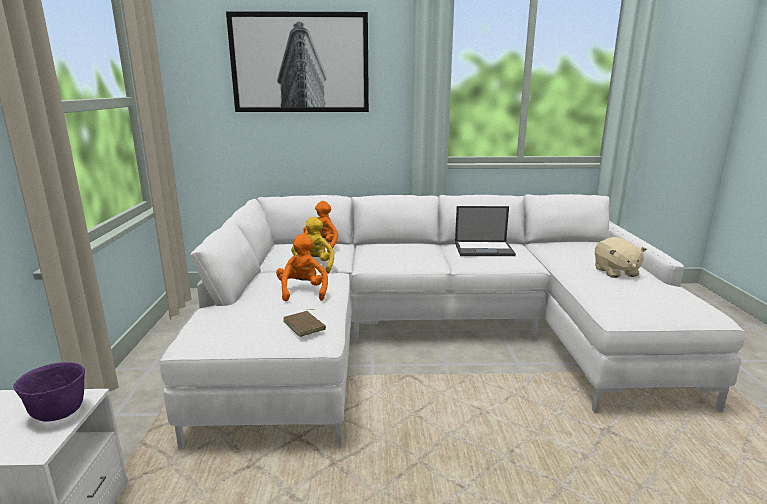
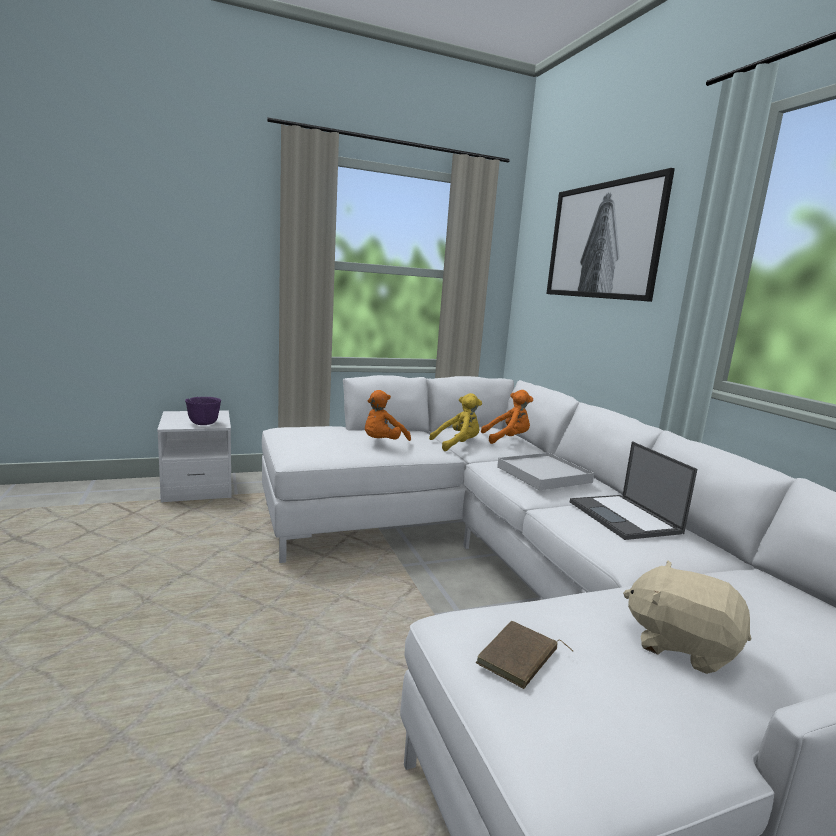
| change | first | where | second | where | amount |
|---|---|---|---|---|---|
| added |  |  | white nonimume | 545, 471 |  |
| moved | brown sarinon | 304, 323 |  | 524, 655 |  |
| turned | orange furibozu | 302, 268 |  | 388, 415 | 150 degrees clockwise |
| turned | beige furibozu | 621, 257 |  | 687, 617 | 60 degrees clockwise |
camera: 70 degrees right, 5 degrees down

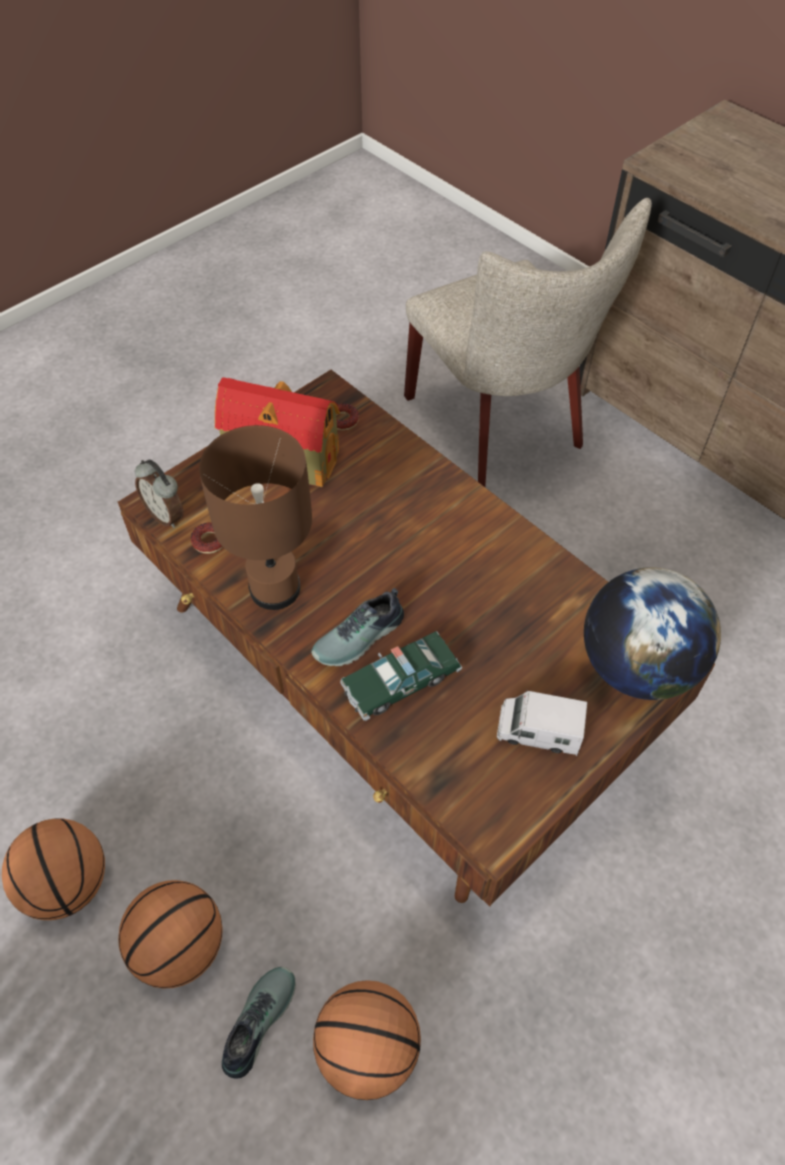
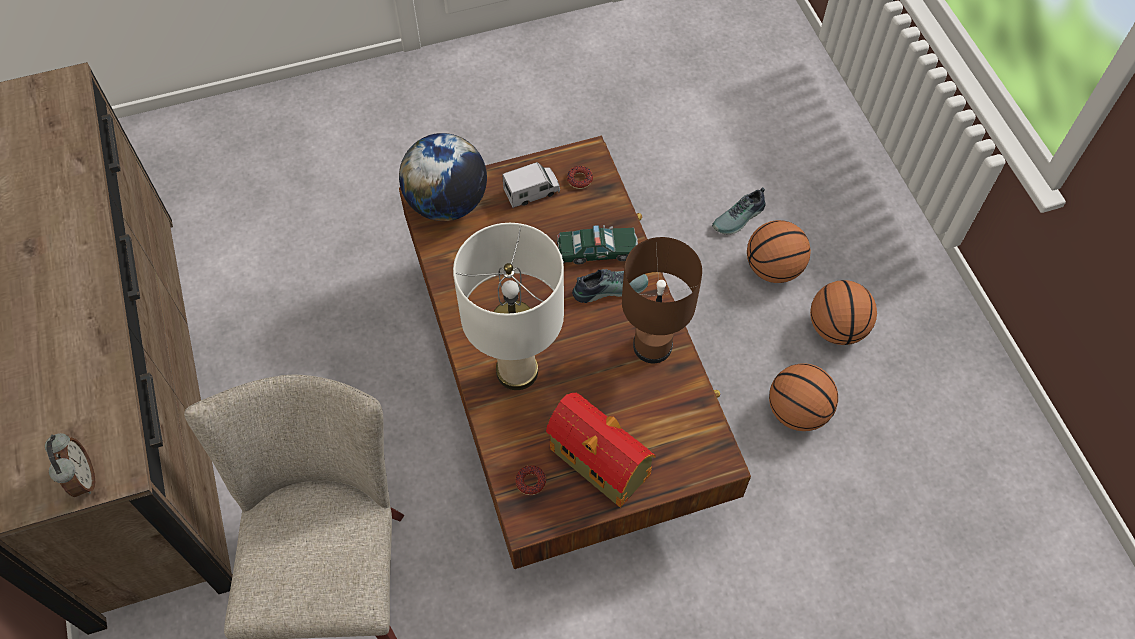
| change | first | where | second | where | amount |
|---|---|---|---|---|---|
| added |  |  | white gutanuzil | 508, 306 |  |
| moved | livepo | 159, 494 |  | 70, 465 |  |
| moved | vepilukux | 207, 538 |  | 580, 177 |  |
| moved | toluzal | 367, 1040 |  | 803, 397 |  |
| turned | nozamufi | 542, 723 |  | 531, 185 | 60 degrees counterclockwise |
camera: 155 degrees left, 5 degrees up

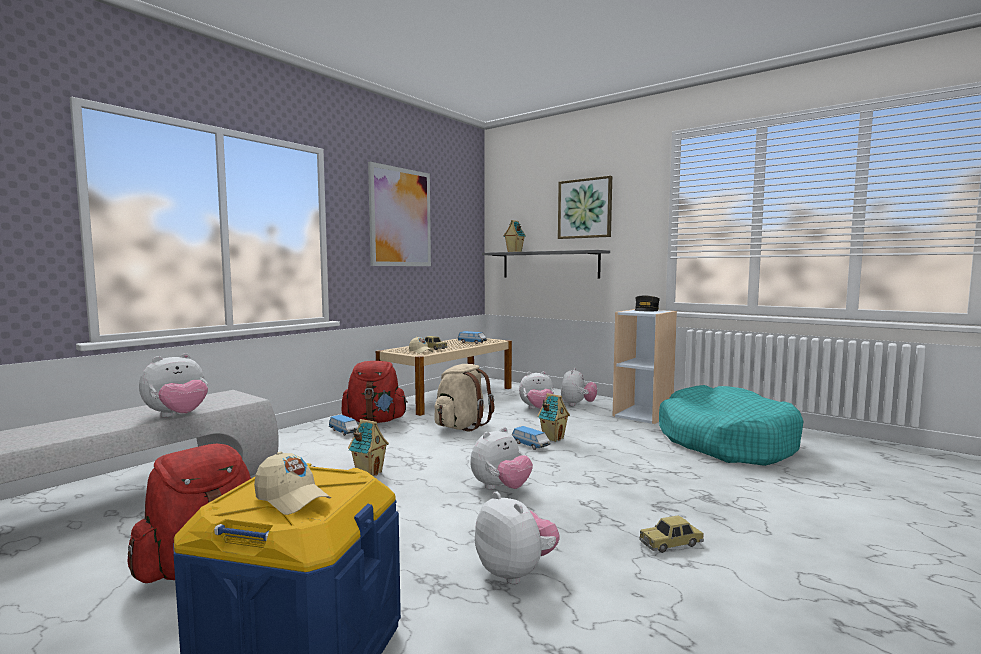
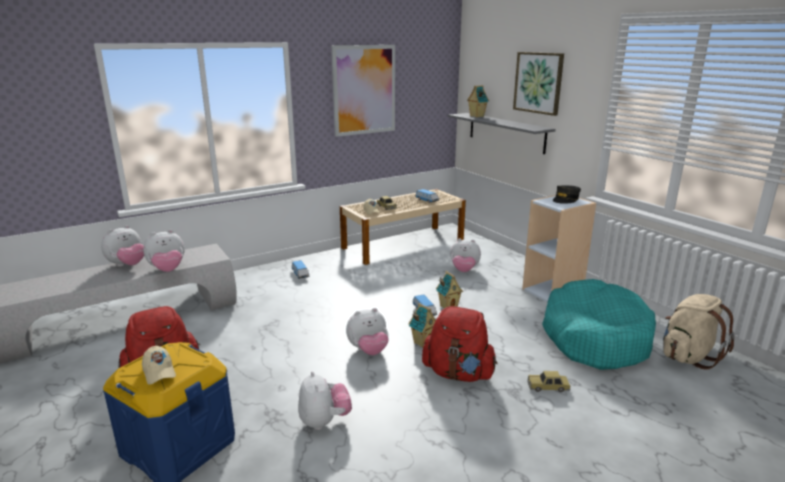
| change | first | where | second | where | amount |
|---|---|---|---|---|---|
| moved | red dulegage | 375, 392 |  | 460, 344 |  |
| moved | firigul | 368, 447 |  | 422, 325 |  |
| moved | beige dulegage | 464, 397 |  | 699, 332 |  |
| moved | furibozu | 579, 387 |  | 122, 246 |  |
| moved | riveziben | 671, 534 |  | 549, 381 |  |
camera: 20 degrees right, 15 degrees up

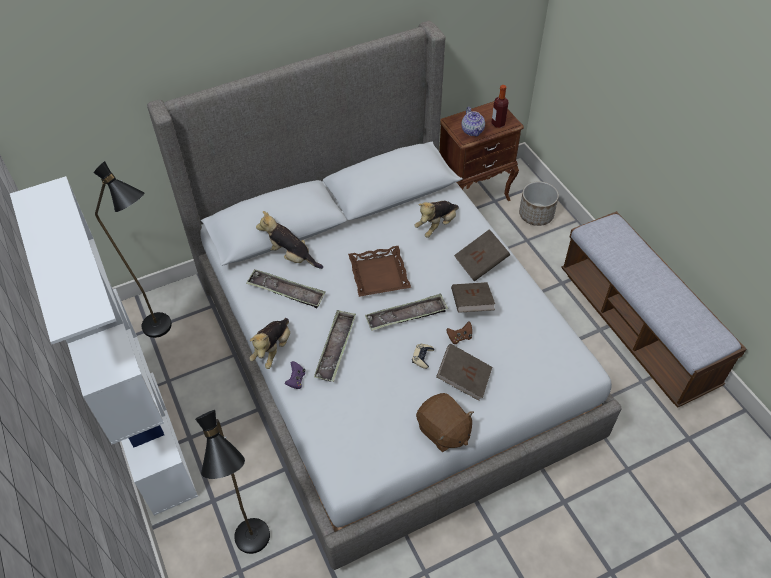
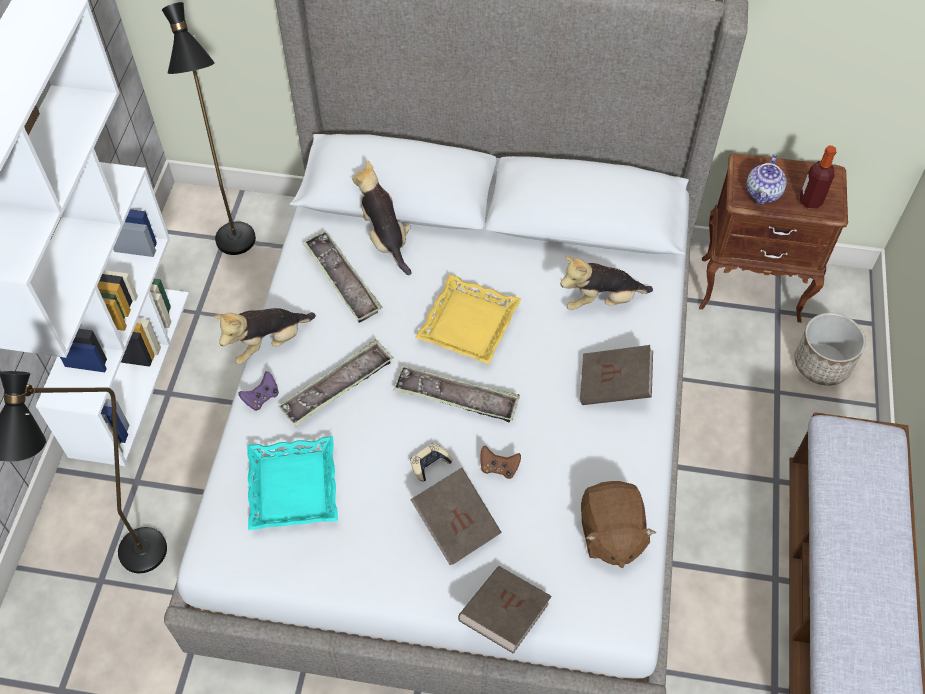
| change | first | where | second | where | amount |
|---|---|---|---|---|---|
| added |  |  | turquoise nonimume | 292, 483 |  |
| moved | brown furibozu | 445, 422 |  | 618, 524 |  |
| moved | brown sarinon | 473, 297 |  | 505, 610 |  |
| recoloured | brown nonimume | 379, 271 | yellow nonimume | 468, 319 |  |
camera: 35 degrees right, 5 degrees up

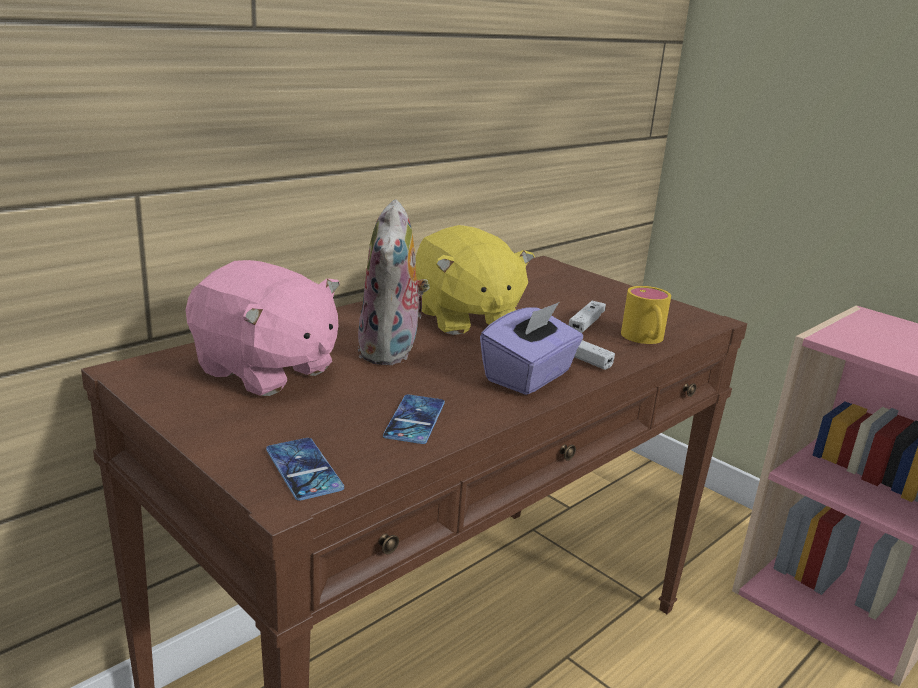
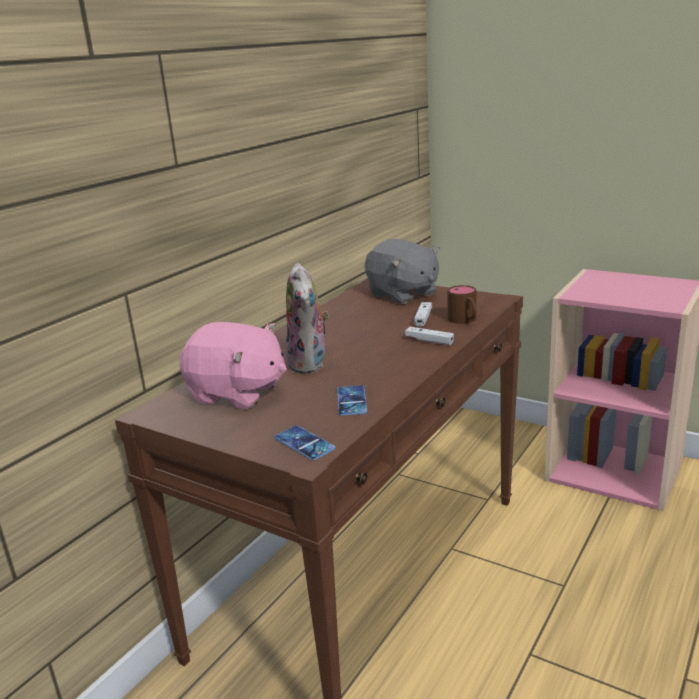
| change | first | where | second | where | amount |
|---|---|---|---|---|---|
| removed | yellow furibozu | 475, 280 |  |  |  |
| removed | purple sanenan | 531, 348 |  |  |  |
| added |  |  | grey furibozu | 402, 271 |  |
| recoloured | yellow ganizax | 646, 315 | brown ganizax | 461, 304 |  |
camera: 10 degrees left, 0 degrees up

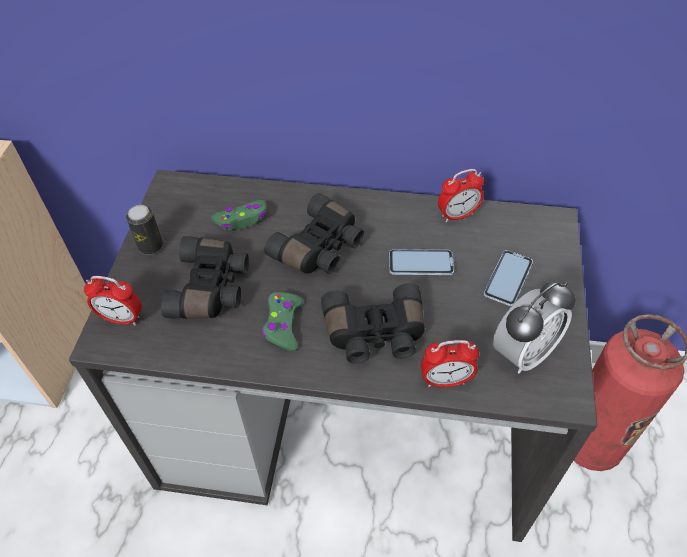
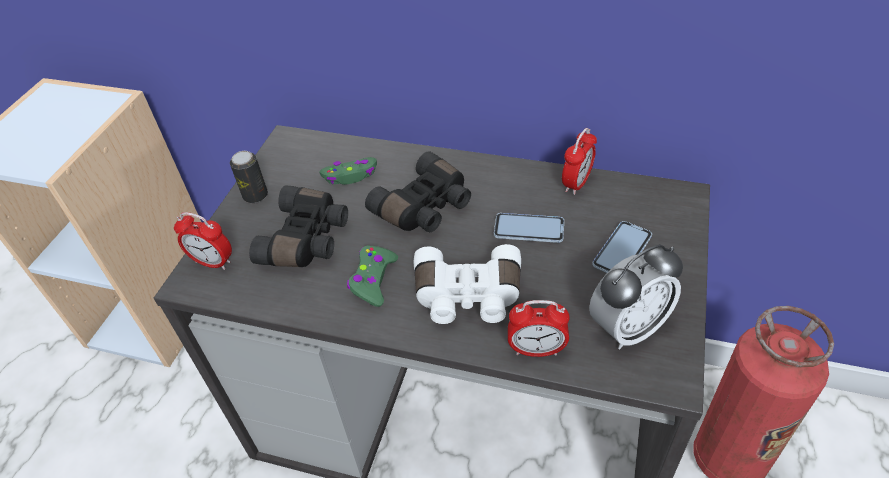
| change | first | where | second | where | amount |
|---|---|---|---|---|---|
| recoloured | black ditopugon | 373, 323 | white ditopugon | 467, 284 |  |
| turned | livepo | 461, 195 |  | 579, 161 | 45 degrees counterclockwise |
camera: 10 degrees right, 5 degrees down

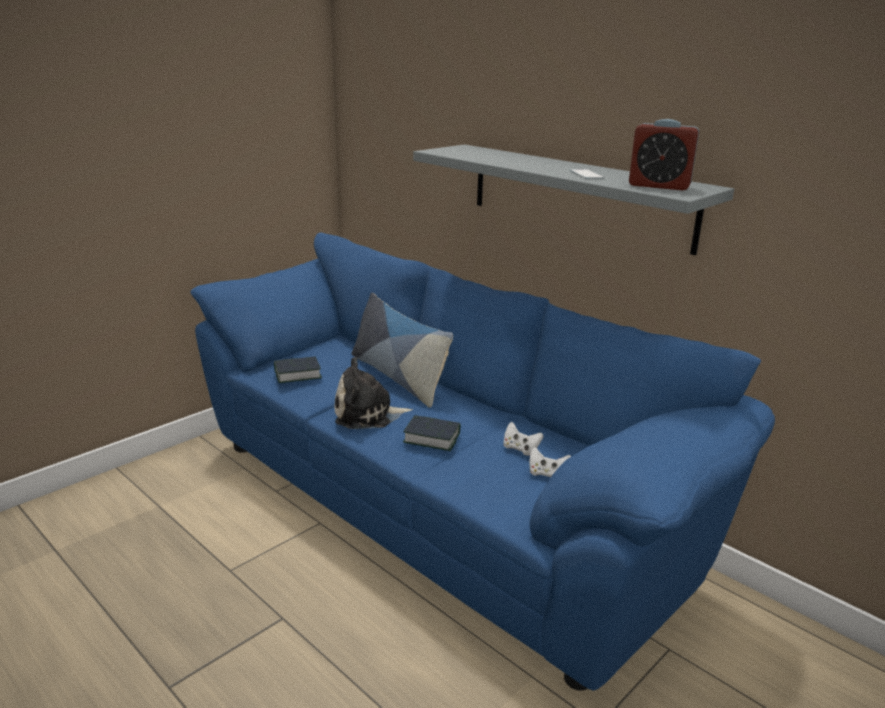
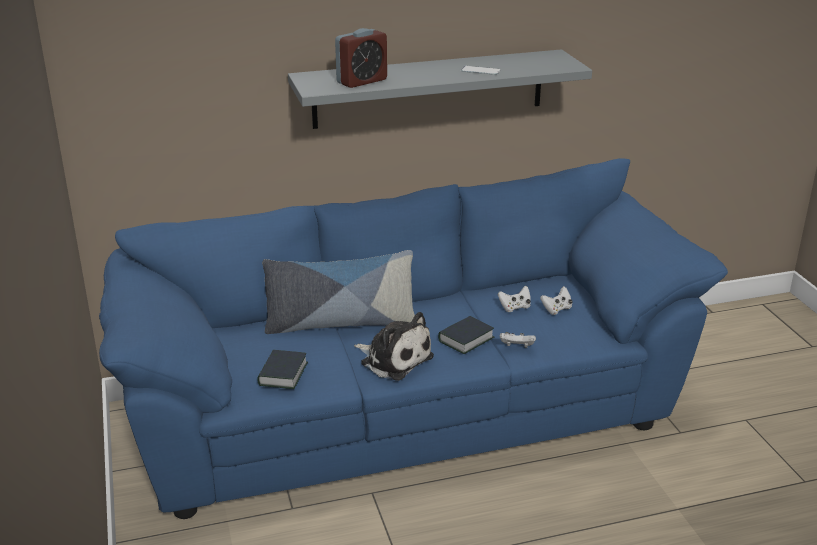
| change | first | where | second | where | amount |
|---|---|---|---|---|---|
| added |  |  | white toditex | 518, 340 |  |
| moved | livepo | 664, 154 |  | 361, 58 |  |
| turned | furibozu | 374, 393 |  | 394, 346 | 75 degrees counterclockwise |
camera: 60 degrees left, 5 degrees up

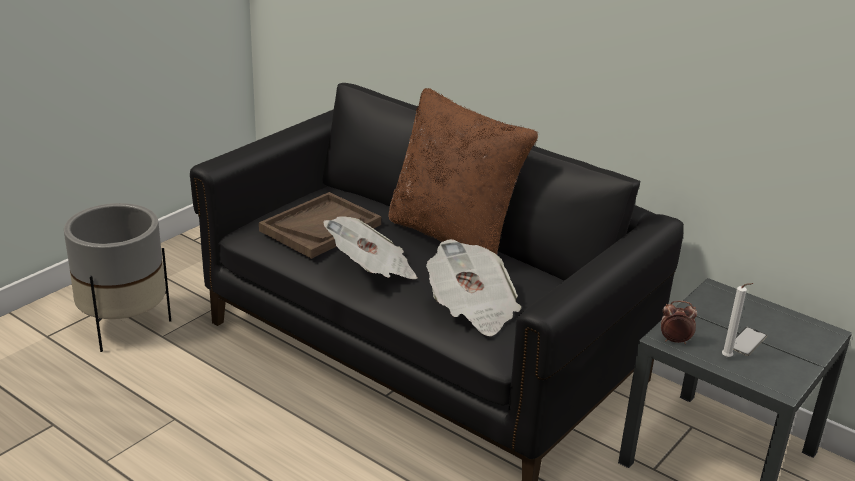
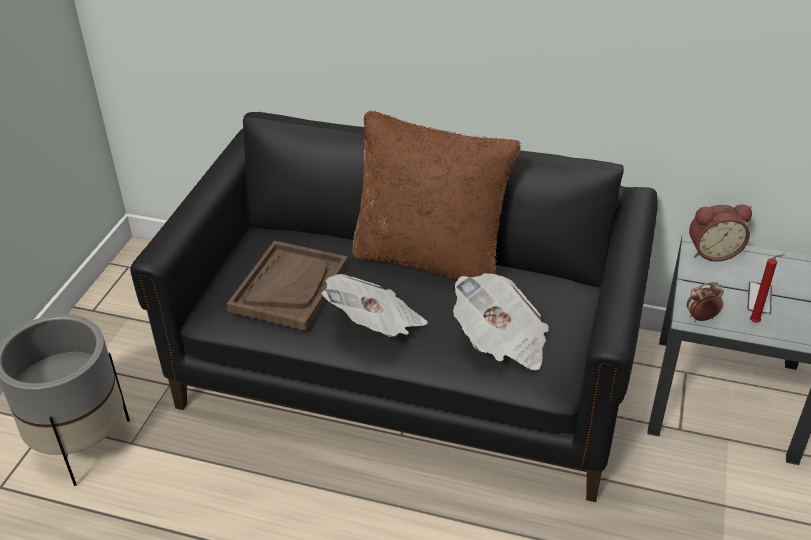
| change | first | where | second | where | amount |
|---|---|---|---|---|---|
| added |  |  | livepo | 720, 233 |  |
| recoloured | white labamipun | 738, 320 | red labamipun | 767, 288 |  |
camera: 20 degrees left, 10 degrees up

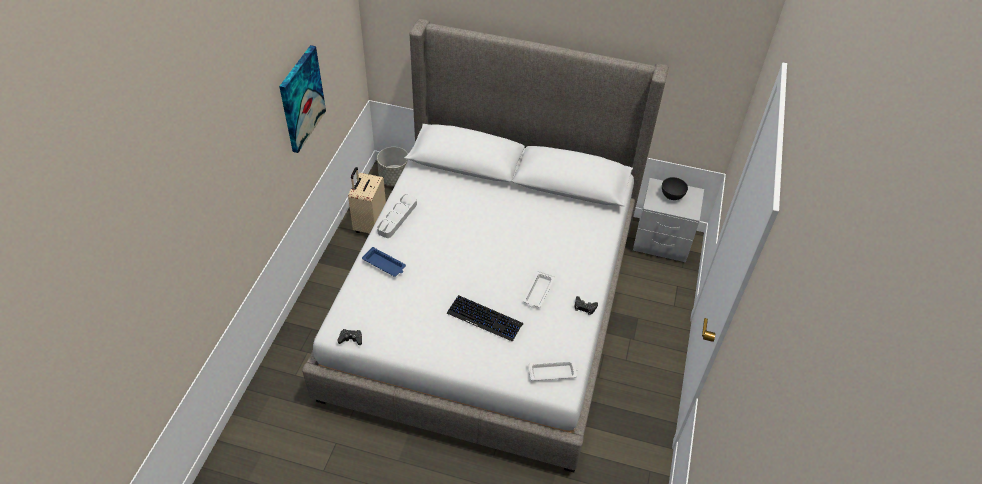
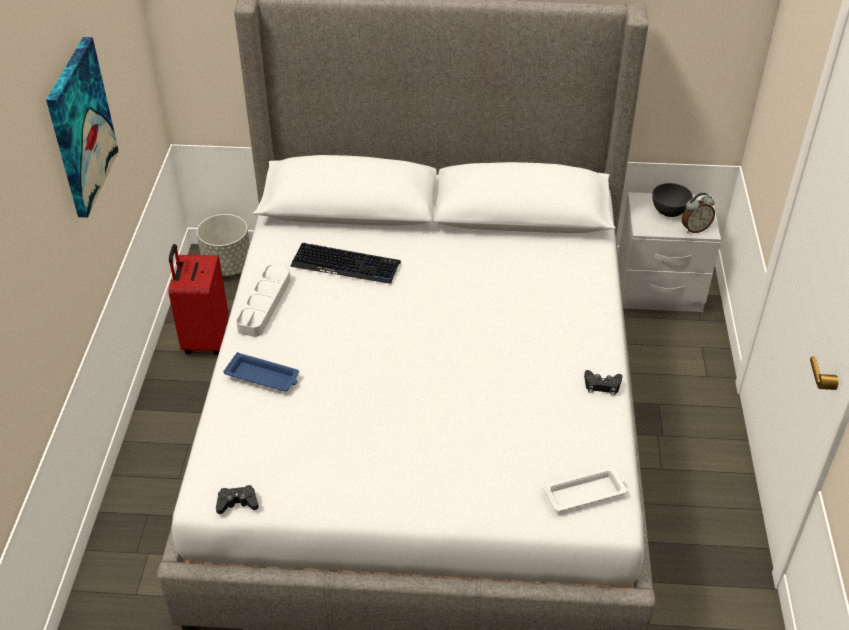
| change | first | where | second | where | amount |
|---|---|---|---|---|---|
| removed | white nonimume | 539, 289 |  |  |  |
| added |  |  | livepo | 698, 213 |  |
| moved | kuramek | 485, 318 |  | 345, 263 |  |
| recoloured | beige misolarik | 367, 200 | red misolarik | 198, 299 |  |
camera: 10 degrees left, 5 degrees down

